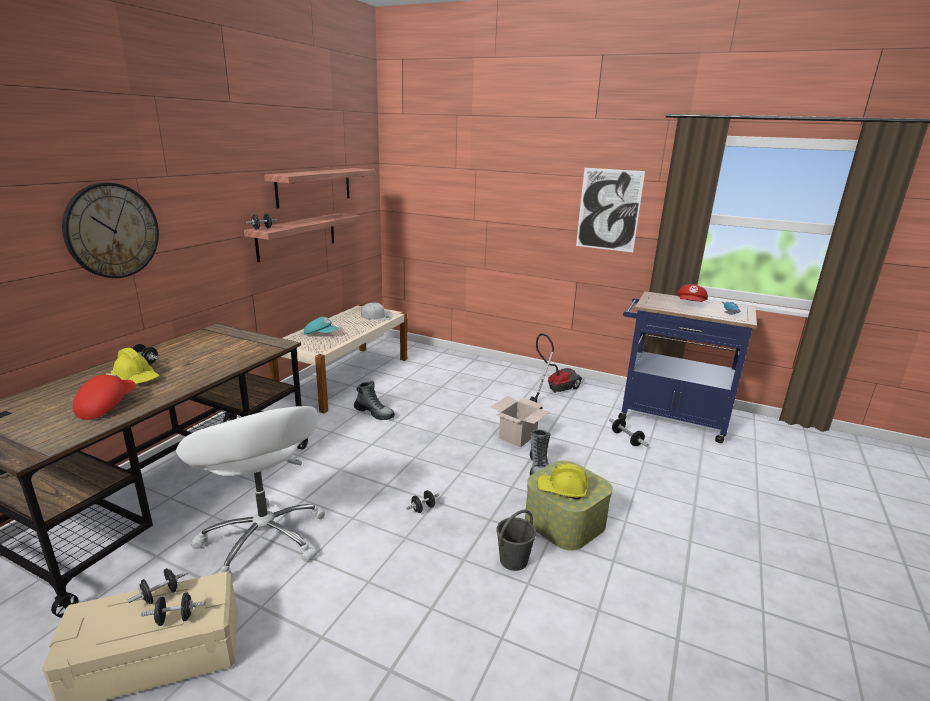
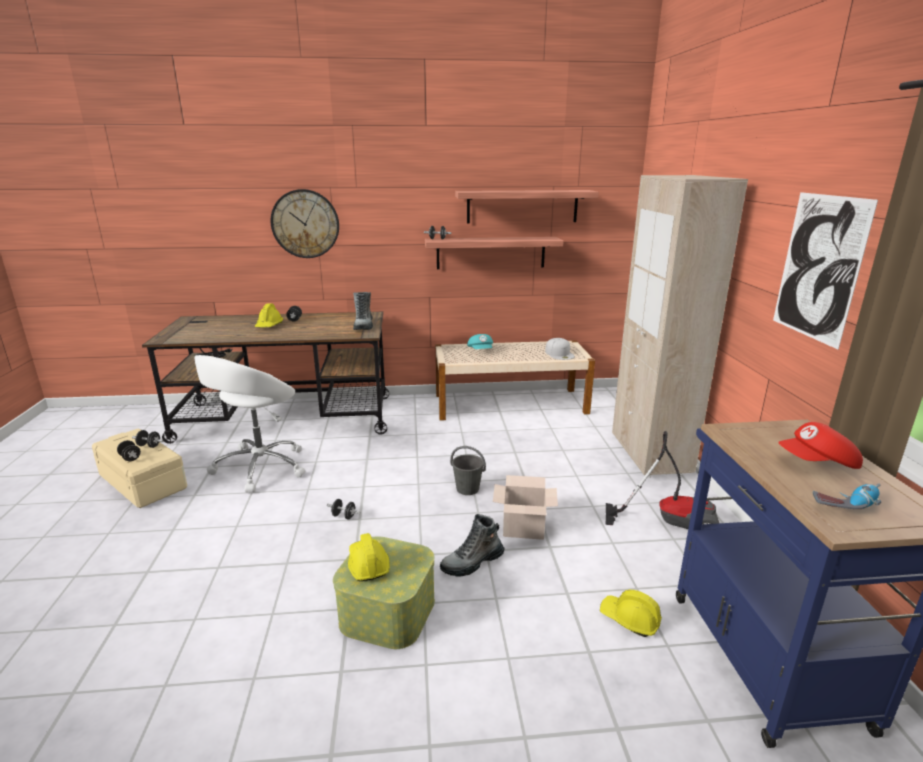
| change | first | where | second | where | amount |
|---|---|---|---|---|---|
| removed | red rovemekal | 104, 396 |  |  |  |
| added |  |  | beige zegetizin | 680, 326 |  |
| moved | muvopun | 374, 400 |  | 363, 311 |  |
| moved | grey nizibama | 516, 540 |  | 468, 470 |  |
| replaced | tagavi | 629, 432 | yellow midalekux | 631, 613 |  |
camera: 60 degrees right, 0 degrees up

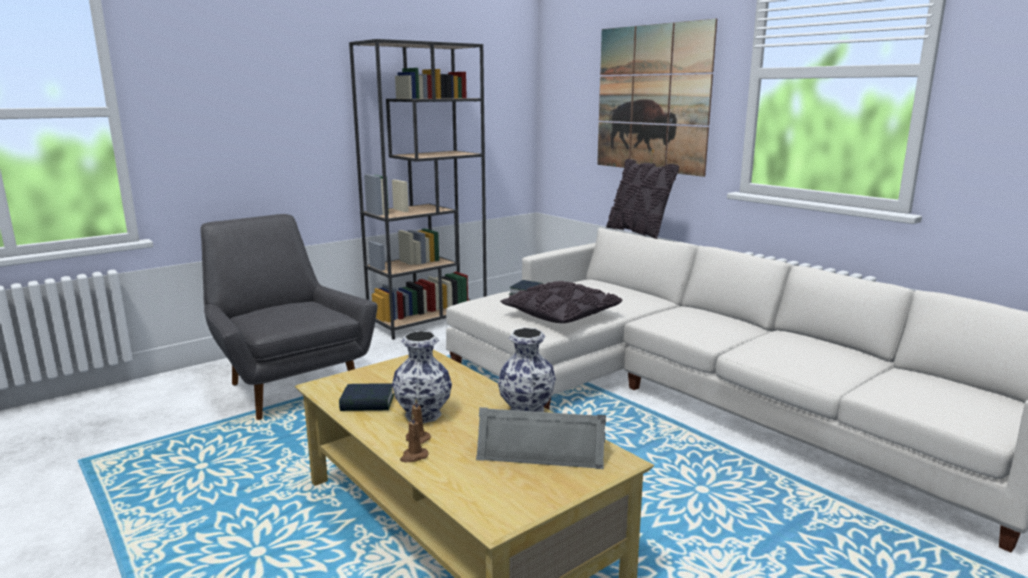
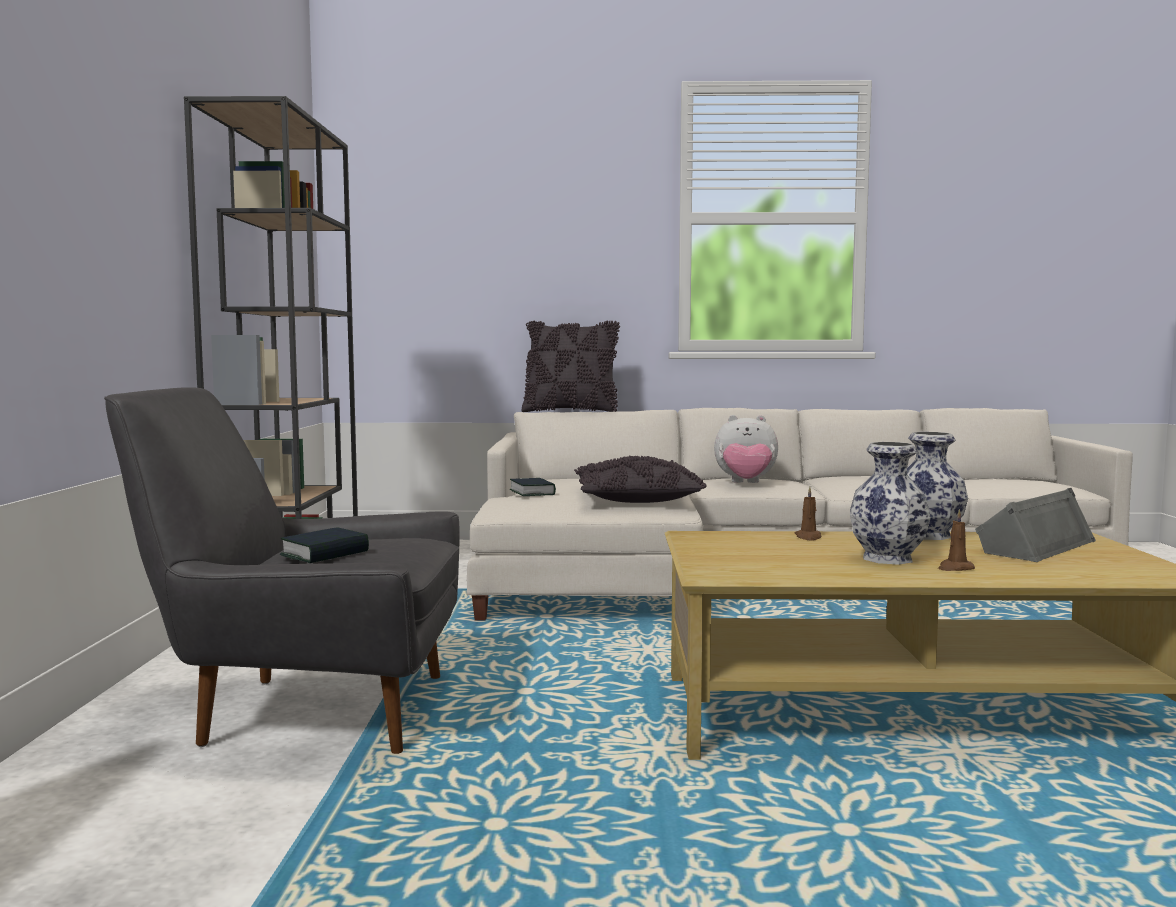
| change | first | where | second | where | amount |
|---|---|---|---|---|---|
| removed | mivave | 657, 98 |  |  |  |
| added |  |  | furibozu | 746, 449 |  |
| moved | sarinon | 366, 397 |  | 324, 545 |  |
| moved | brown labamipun | 414, 438 |  | 808, 513 |  |
camera: 50 degrees left, 10 degrees down

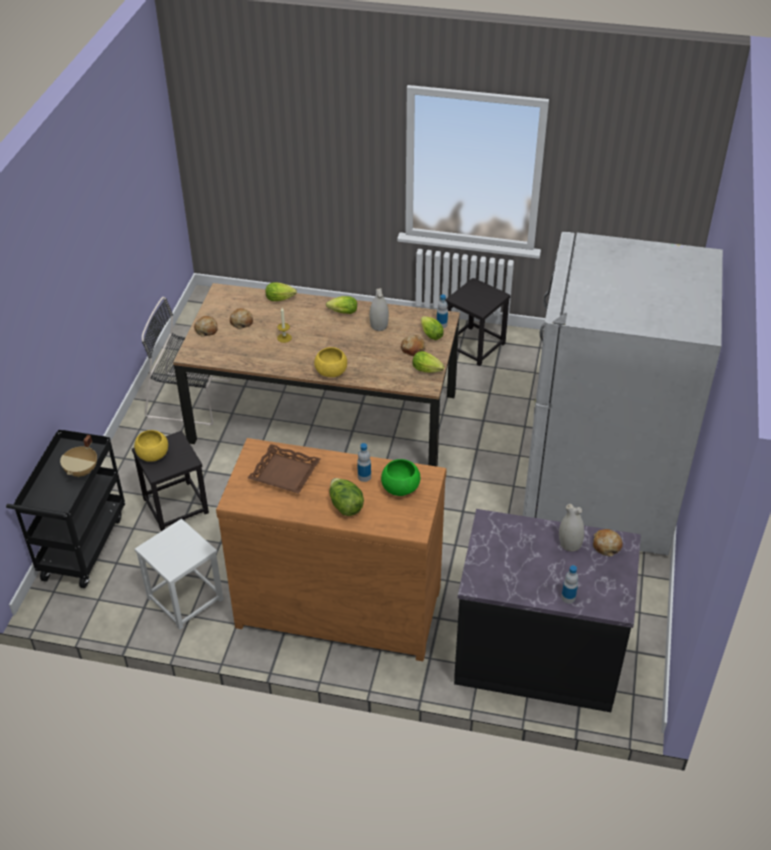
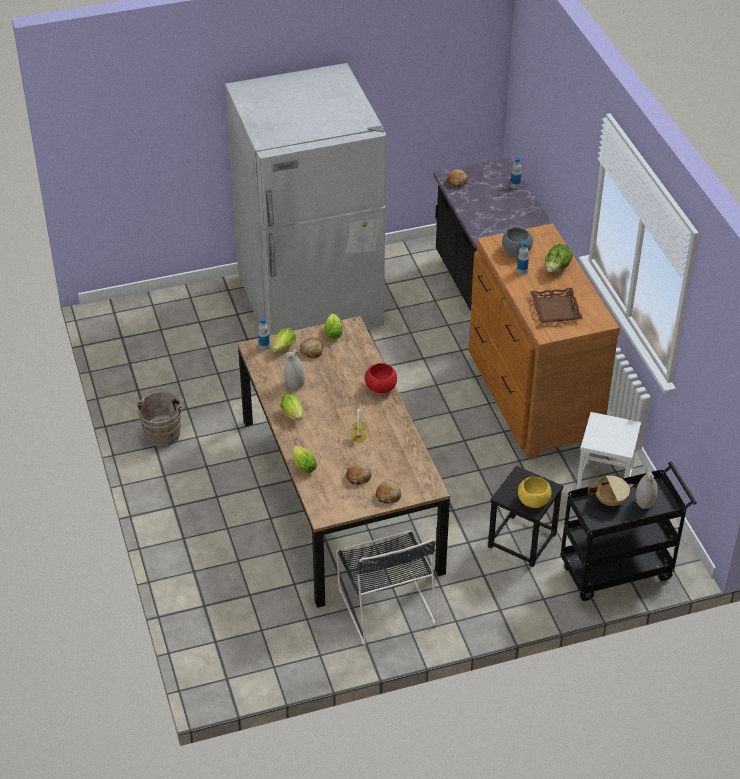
| change | first | where | second | where | amount |
|---|---|---|---|---|---|
| moved | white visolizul | 571, 527 |  | 647, 489 |  |
| replaced | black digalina | 478, 322 | brown nizibama | 160, 417 |  |
| recoloured | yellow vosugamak | 330, 362 | red vosugamak | 381, 378 |  |
| recoloured | green vosugamak | 400, 477 | grey vosugamak | 517, 241 |  |
camera: 120 degrees left, 0 degrees up

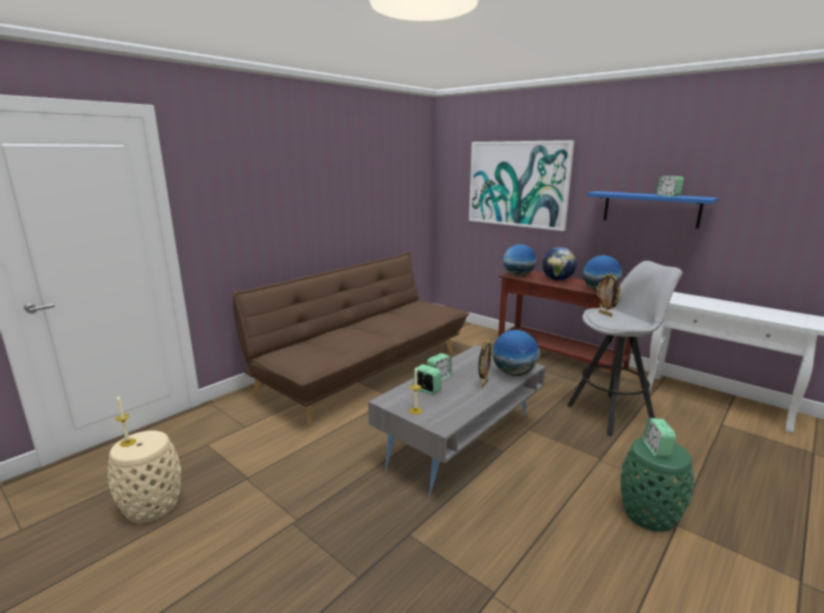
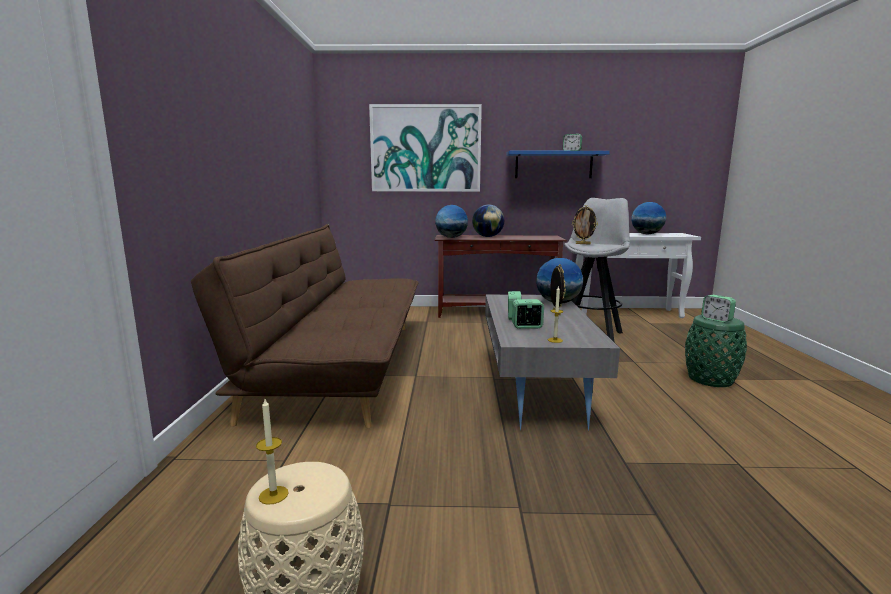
| change | first | where | second | where | amount |
|---|---|---|---|---|---|
| moved | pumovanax | 602, 273 |  | 649, 218 |  |
camera: 40 degrees left, 5 degrees down

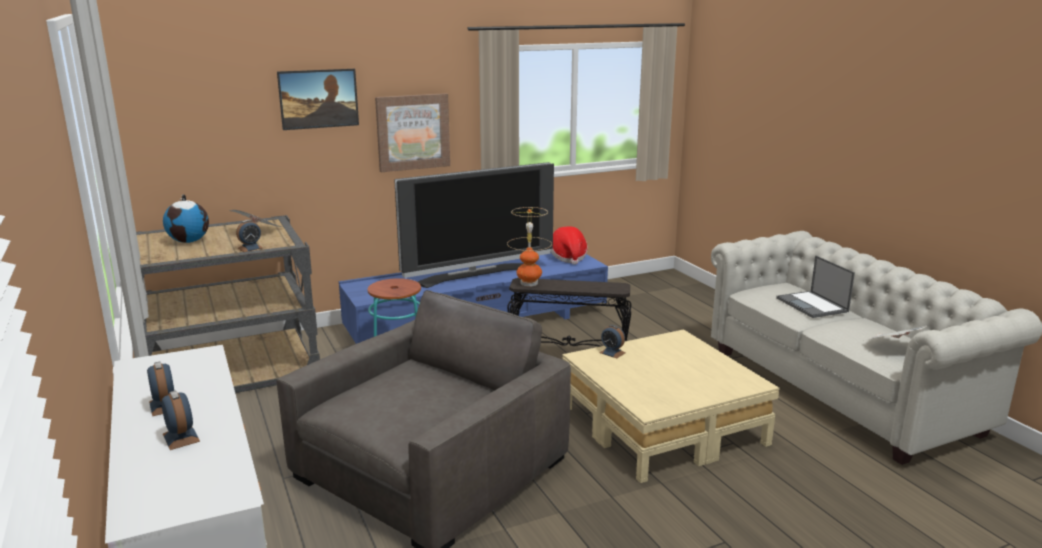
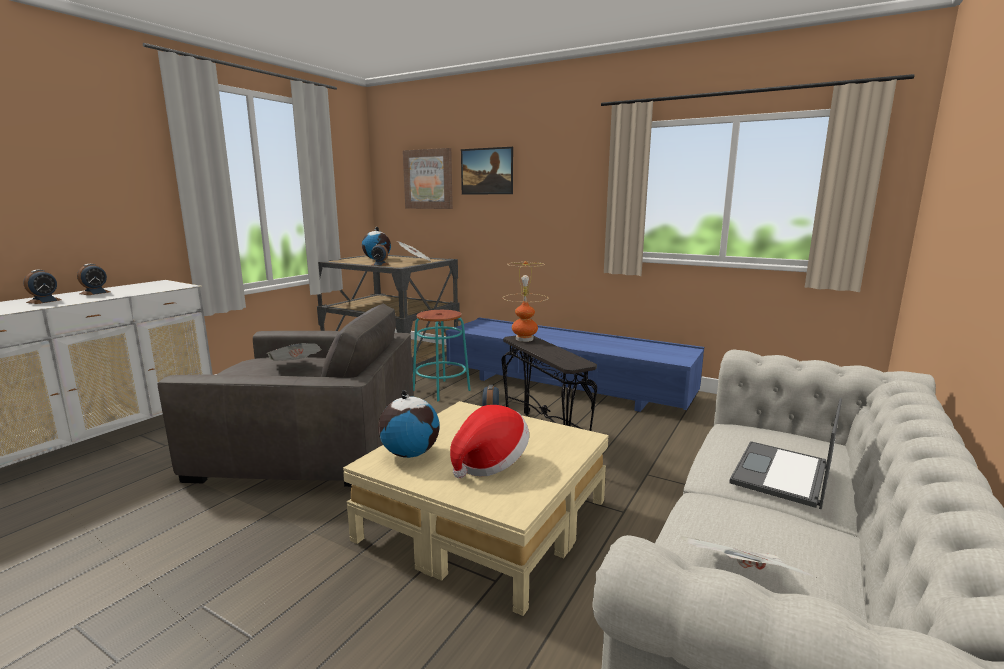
| change | first | where | second | where | amount |
|---|---|---|---|---|---|
| removed | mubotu | 474, 225 |  |  |  |
| added |  |  | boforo | 294, 352 |  |
| added |  |  | pumovanax | 409, 424 |  |
| moved | mivave | 412, 132 |  | 428, 178 |  |
| moved | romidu | 569, 246 |  | 489, 441 |  |
camera: 55 degrees right, 5 degrees down

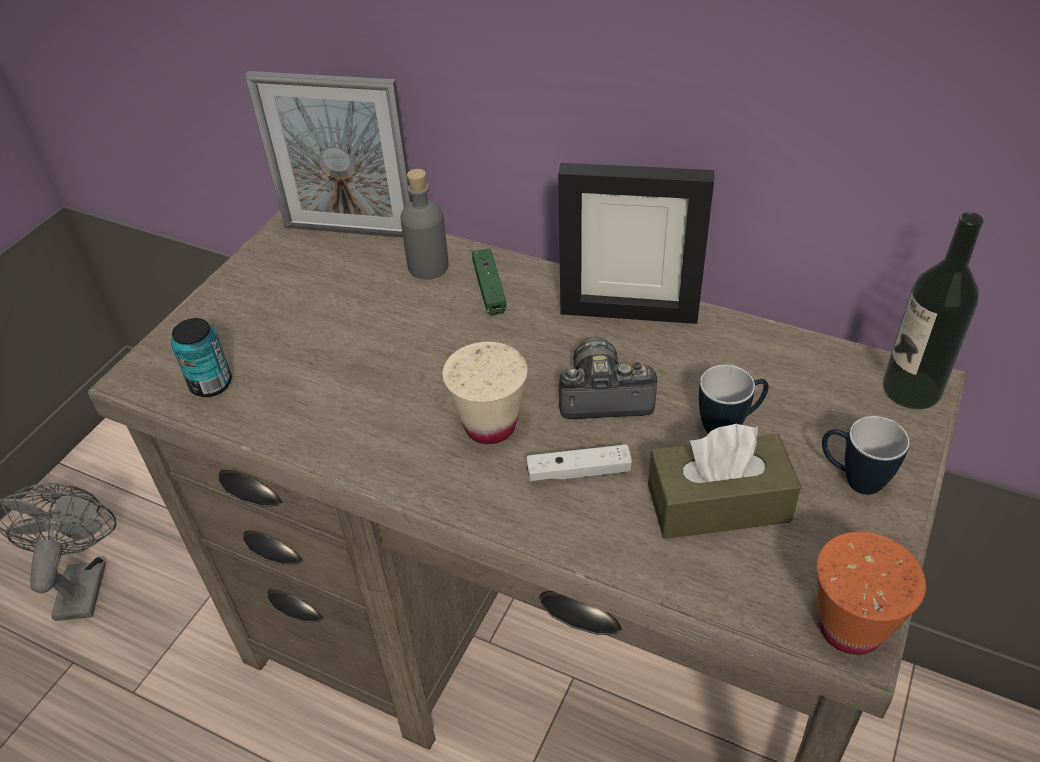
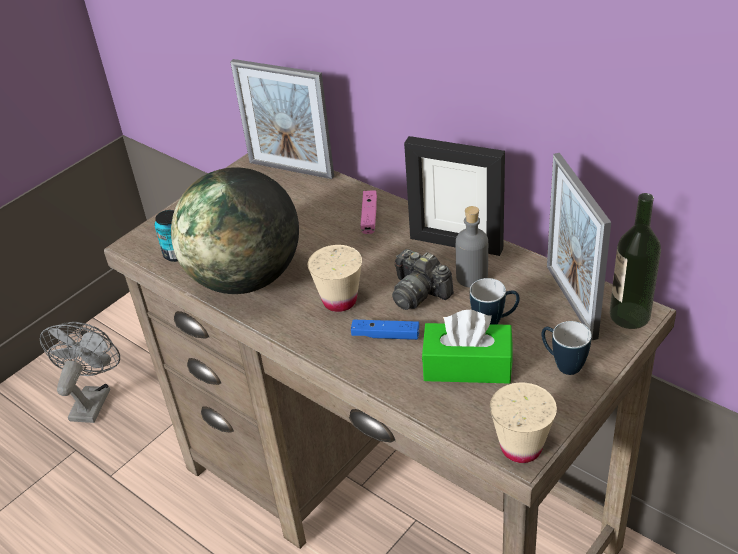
| change | first | where | second | where | amount |
|---|---|---|---|---|---|
| added |  |  | pumovanax | 235, 230 |  |
| added |  |  | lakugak | 579, 246 |  |
| moved | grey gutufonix | 424, 224 |  | 472, 247 |  |
| recoloured | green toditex | 489, 281 | pink toditex | 369, 212 |  |
| recoloured | white toditex | 579, 462 | blue toditex | 385, 329 |  |
| recoloured | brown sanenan | 724, 481 | green sanenan | 467, 347 |  |
| recoloured | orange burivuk | 871, 593 | beige burivuk | 523, 423 |  |
| turned | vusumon | 609, 377 |  | 423, 279 | 150 degrees counterclockwise |
camera: 15 degrees right, 5 degrees down

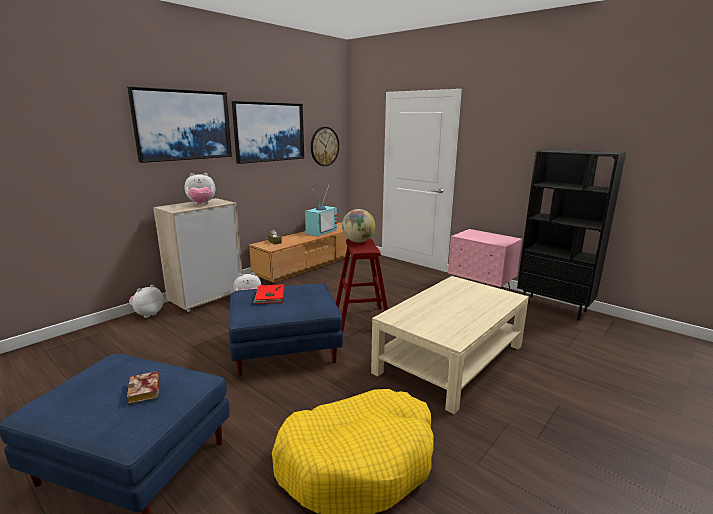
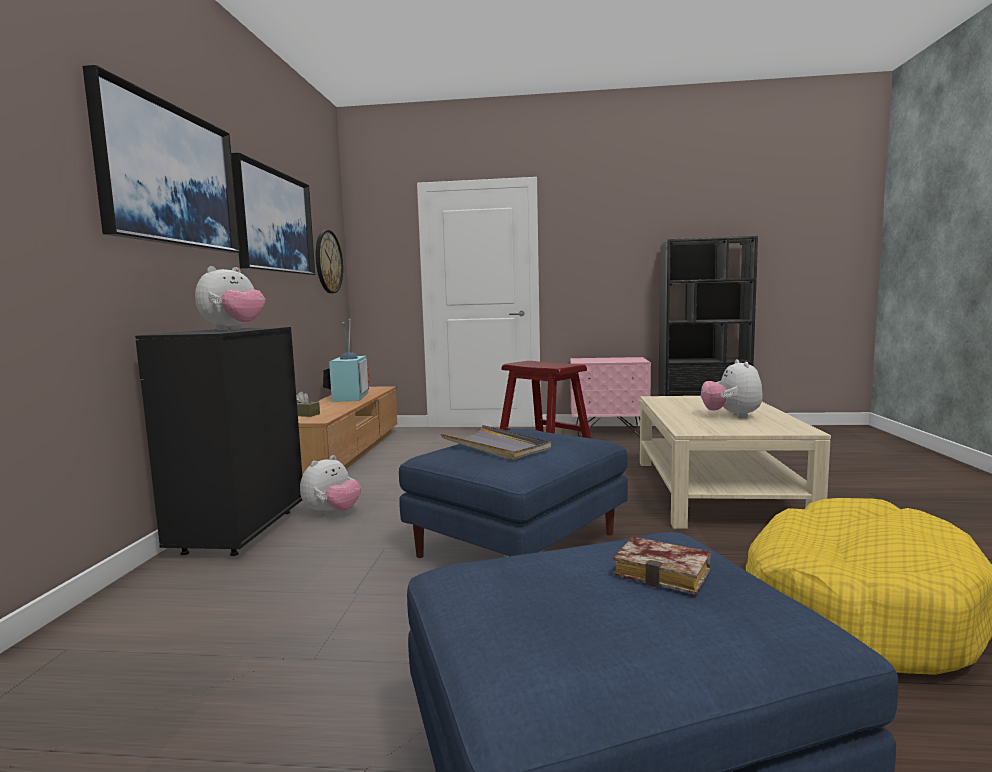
| change | first | where | second | where | amount |
|---|---|---|---|---|---|
| removed | pumovanax | 358, 225 |  |  |  |
| moved | furibozu | 146, 301 |  | 732, 388 |  |
| replaced | red sarinon | 269, 294 | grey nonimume | 496, 442 |  |
| recoloured | beige zegetizin | 198, 255 | black zegetizin | 218, 441 |  |
camera: 35 degrees left, 10 degrees down

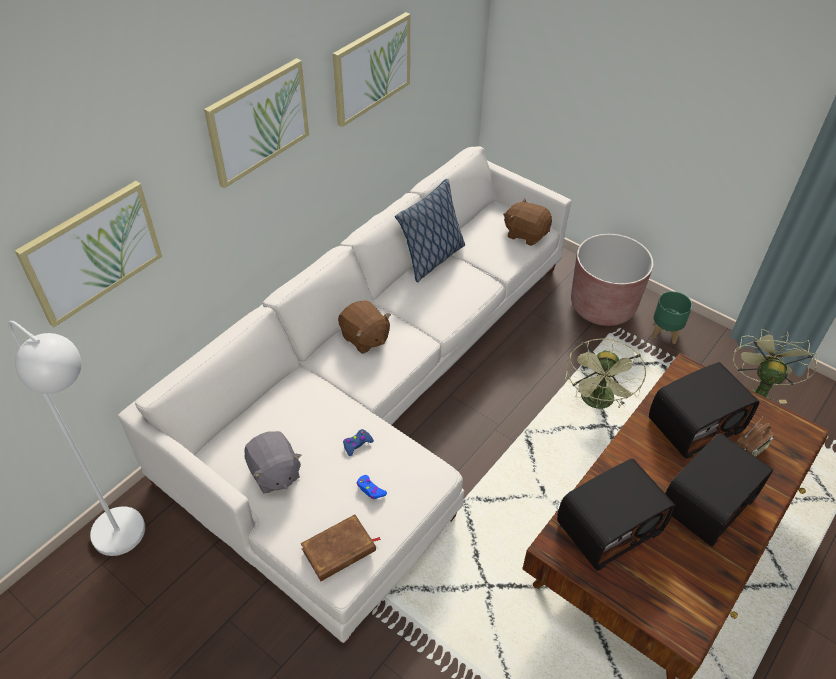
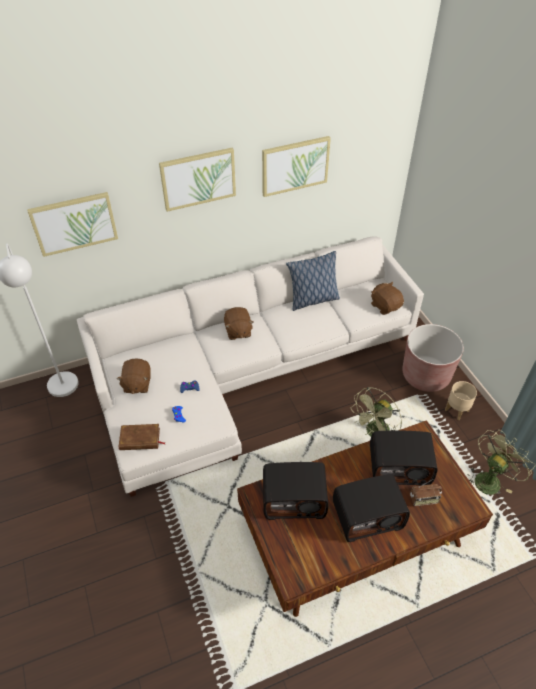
| change | first | where | second | where | amount |
|---|---|---|---|---|---|
| recoloured | grey furibozu | 273, 462 | brown furibozu | 134, 376 |  |
| recoloured | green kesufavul | 672, 317 | beige kesufavul | 461, 400 |  |
camera: 30 degrees right, 0 degrees up

